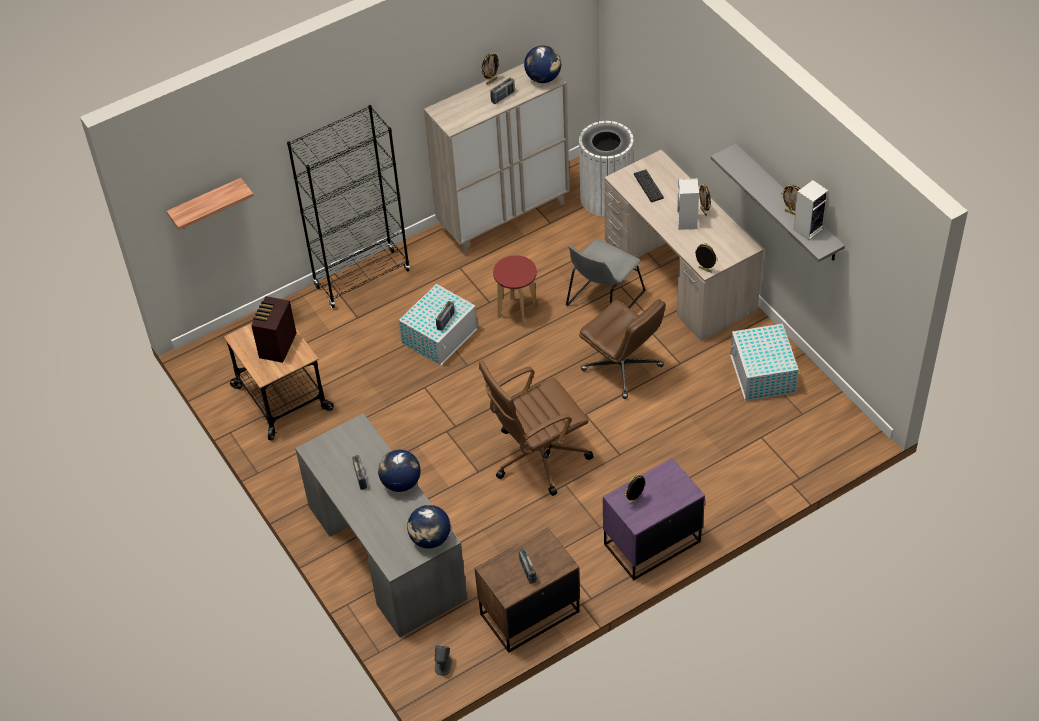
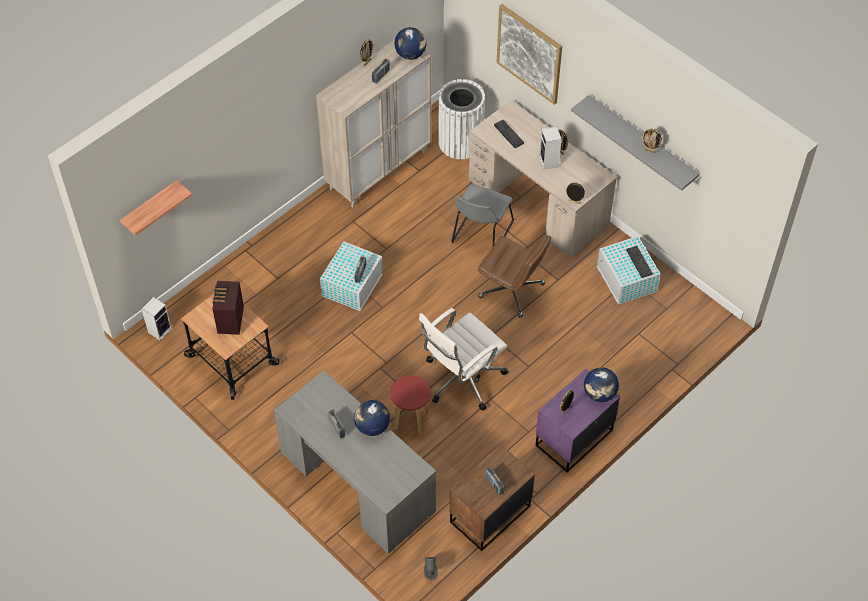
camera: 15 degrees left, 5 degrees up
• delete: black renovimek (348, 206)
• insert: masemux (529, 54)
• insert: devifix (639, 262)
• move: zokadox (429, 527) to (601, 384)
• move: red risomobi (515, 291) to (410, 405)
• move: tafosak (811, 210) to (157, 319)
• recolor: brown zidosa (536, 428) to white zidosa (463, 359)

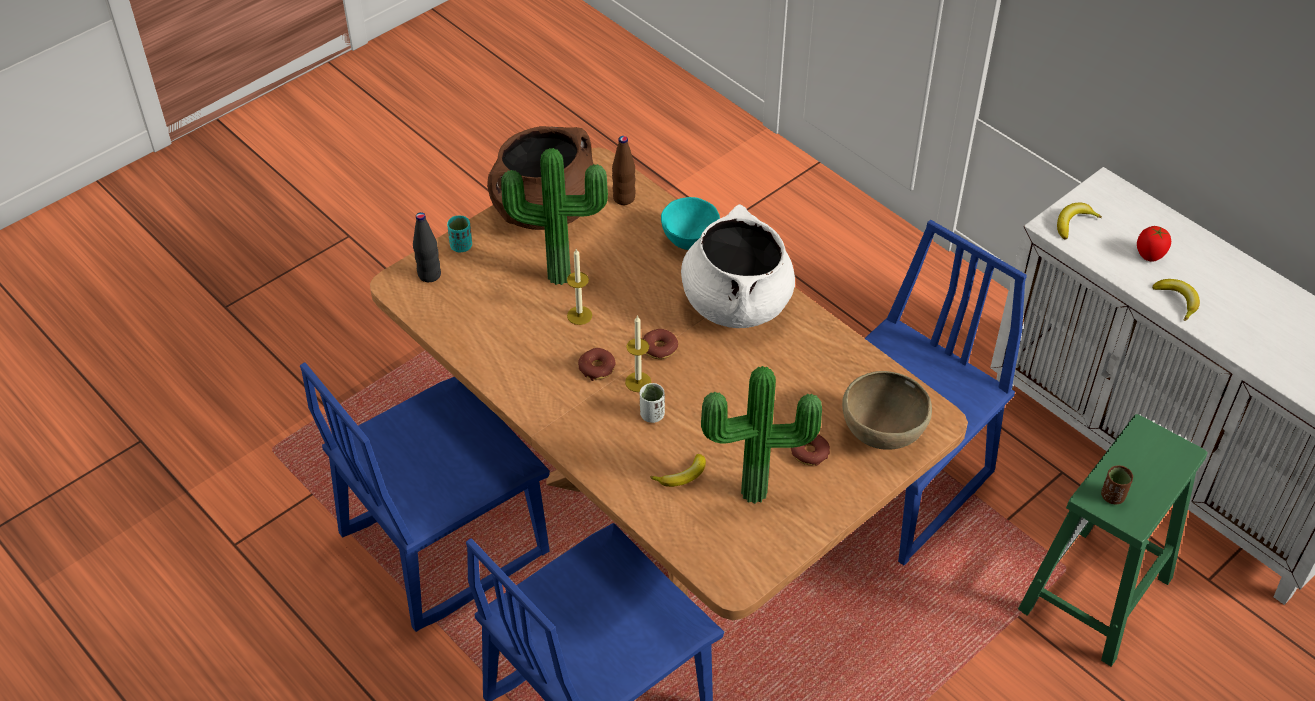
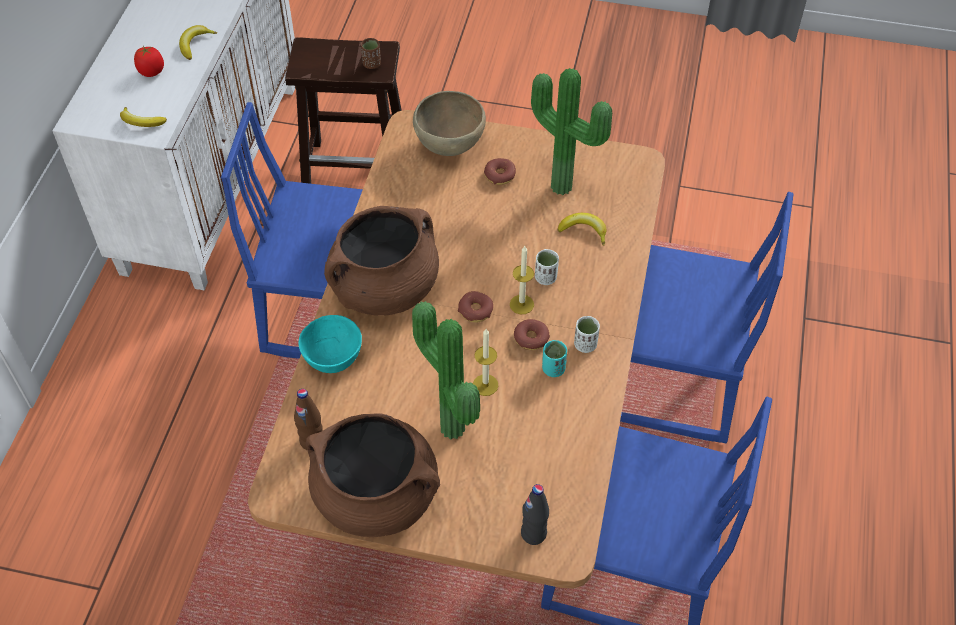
camera: 125 degrees left, 5 degrees up
• insert: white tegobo (587, 334)
• move: turquoise tegobo (459, 234) to (554, 358)
• recolor: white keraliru (738, 266) to brown keraliru (381, 261)
• recolor: green risomobi (1112, 540) to brown risomobi (343, 110)

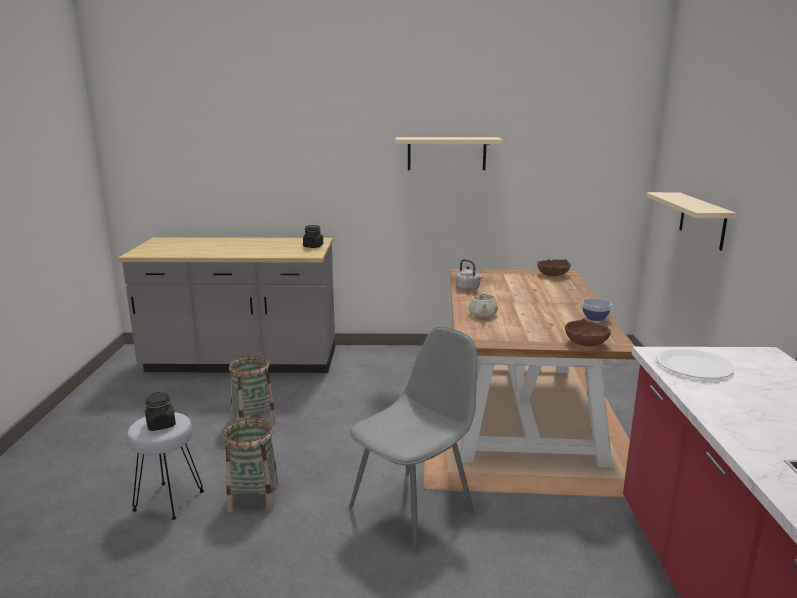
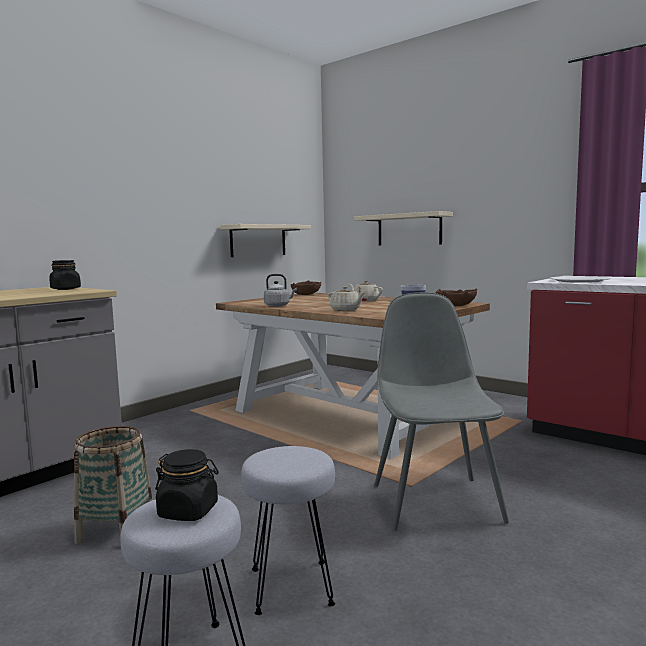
camera: 50 degrees left, 10 degrees down
• insert: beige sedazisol (366, 291)
• move: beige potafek (449, 153) to (265, 240)
• replace: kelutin (251, 465) to grey risomobi (288, 530)

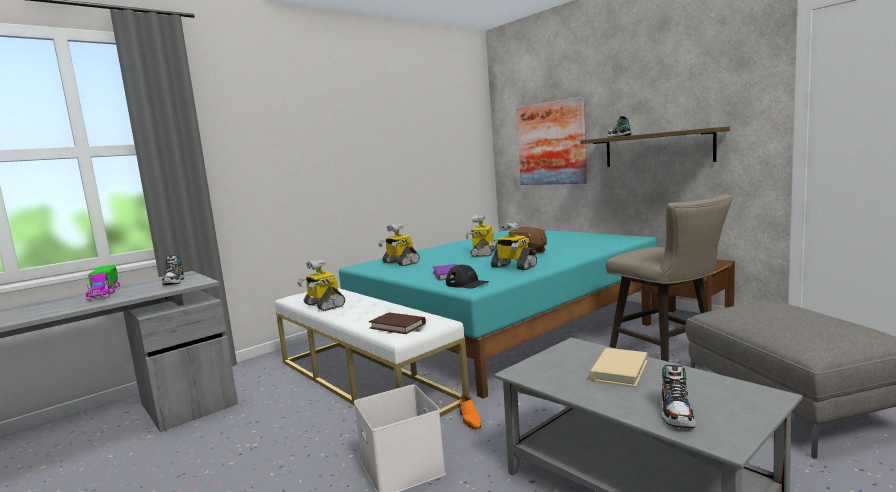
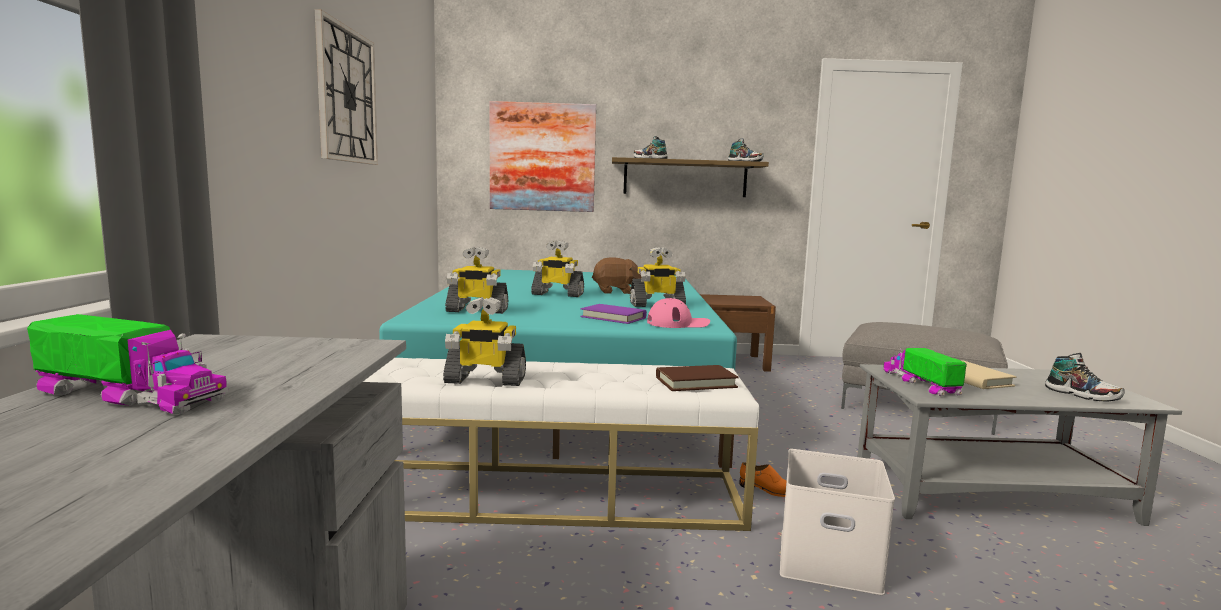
camera: 50 degrees left, 0 degrees up
• delete: beige risomobi (669, 278)
• insert: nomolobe (346, 87)
• insert: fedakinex (925, 372)
• move: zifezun (173, 270) to (746, 150)
• recolor: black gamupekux (468, 277) to pink gamupekux (678, 313)
• rotate: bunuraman (481, 236) = (557, 269) 45 degrees counterclockwise

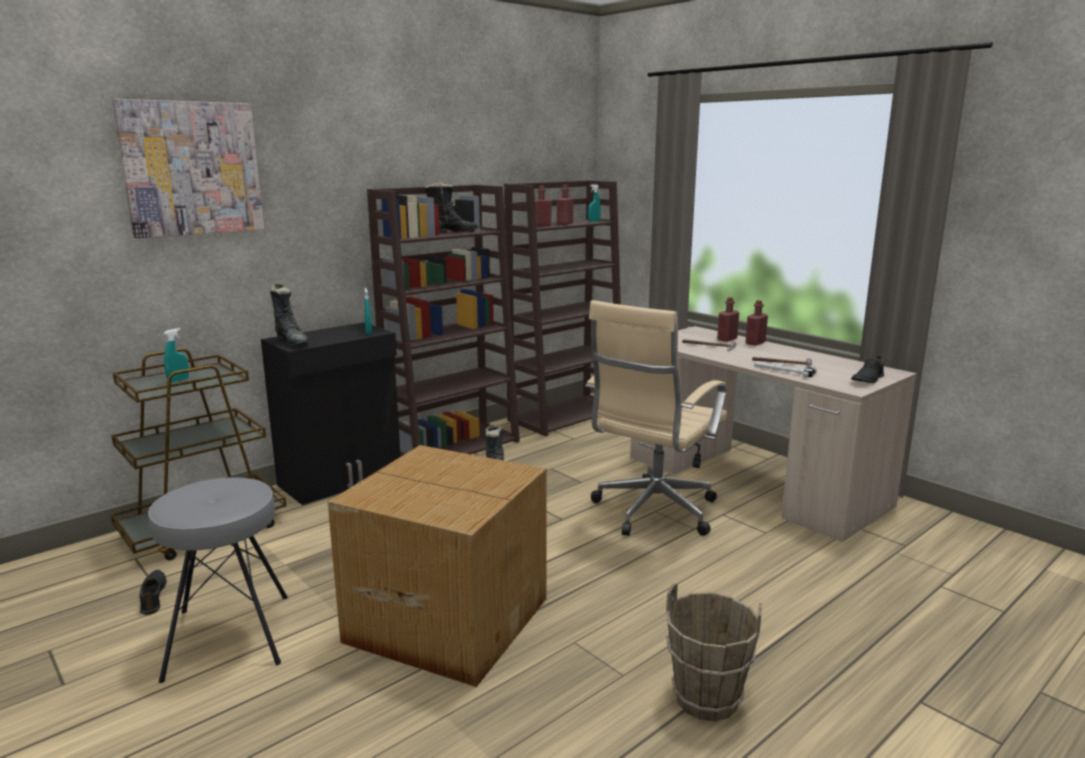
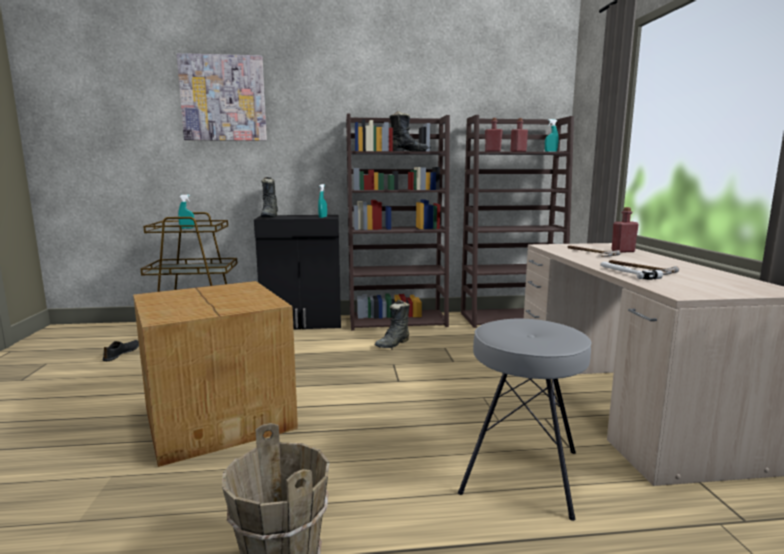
camera: 35 degrees right, 5 degrees down
• delete: beige zidosa (656, 418)
• delete: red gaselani (757, 323)
• delete: black zifezun (867, 369)
• move: grey risomobi (218, 580) to (525, 420)

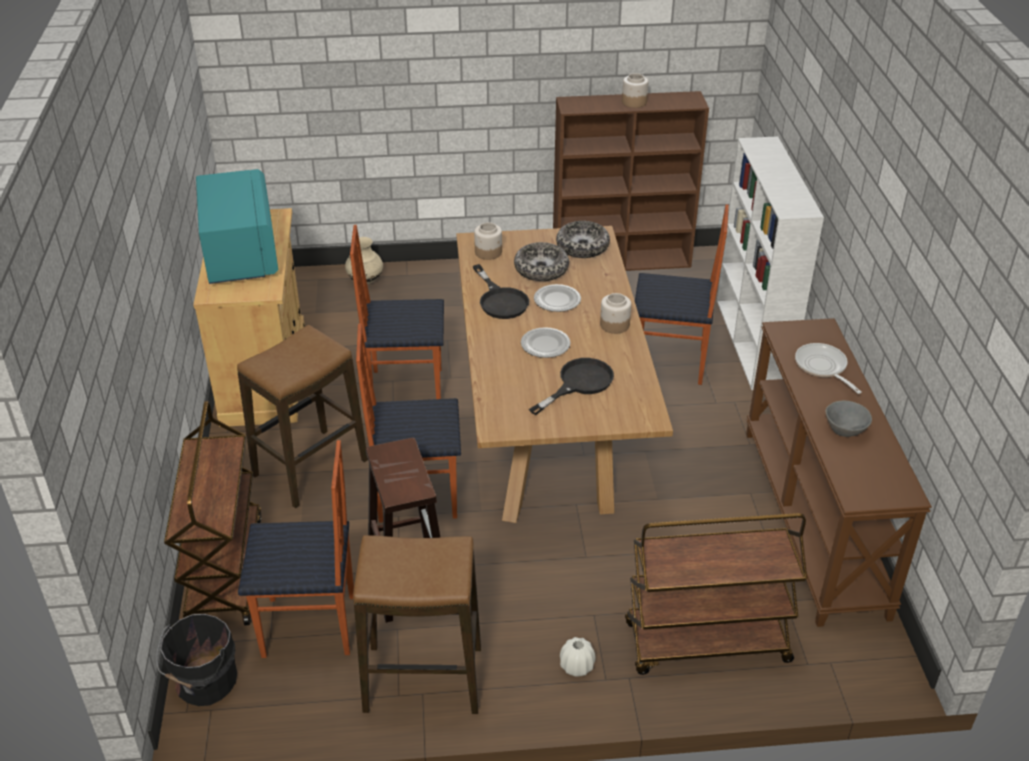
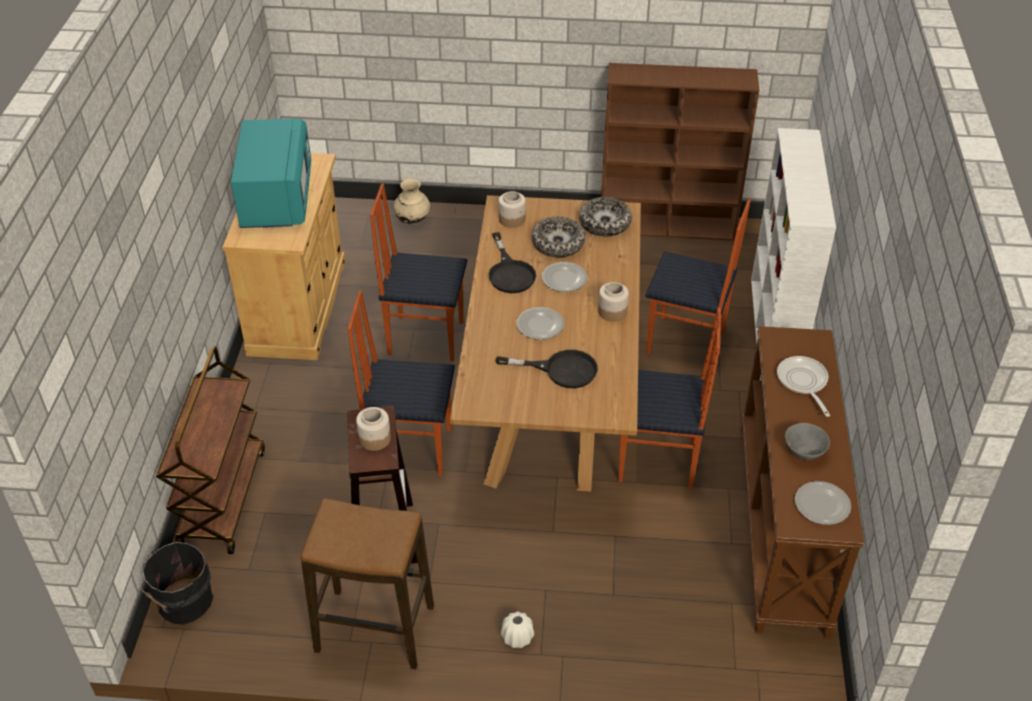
camera: 10 degrees right, 5 degrees up
• delete: risomobi (302, 416)
• delete: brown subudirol (716, 594)
• insert: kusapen (823, 503)
• move: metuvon (296, 549) to (669, 398)
• move: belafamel (635, 90) to (373, 429)
• rotate: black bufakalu (571, 386) = (547, 369) 45 degrees clockwise

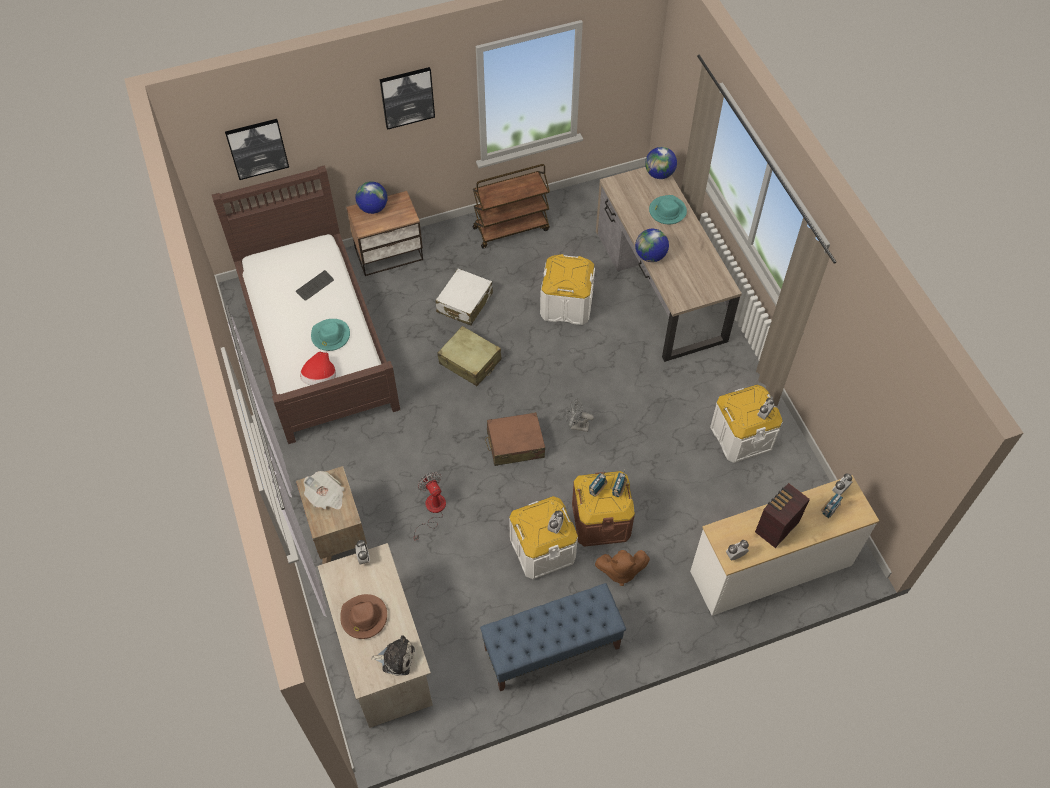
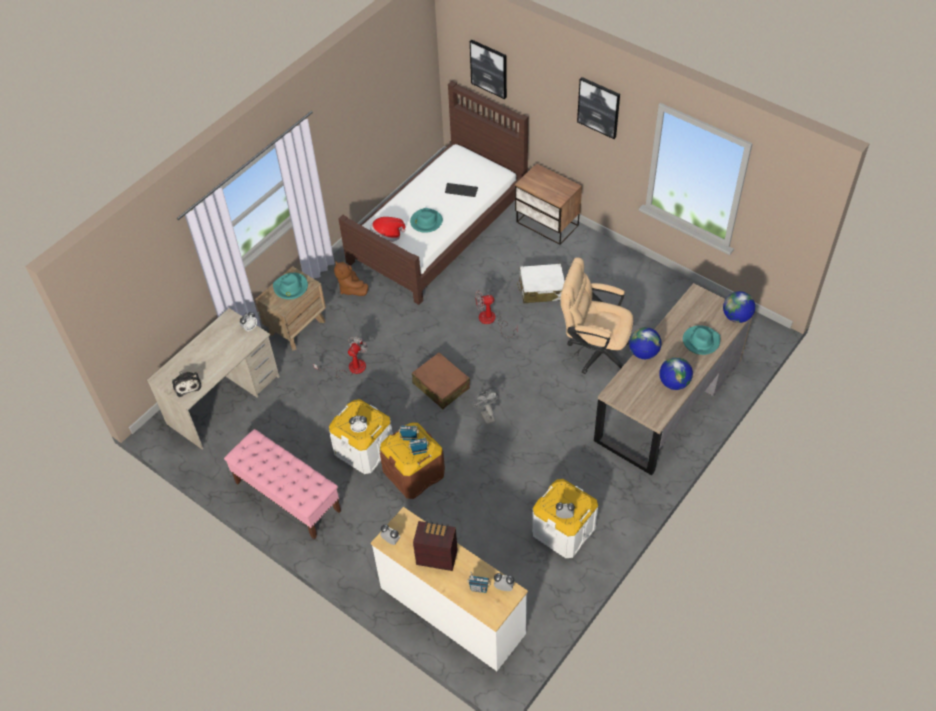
camera: 60 degrees right, 5 degrees down
• delete: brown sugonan (363, 616)
• delete: brown subudirol (511, 206)
• move: zokadox (371, 197) to (676, 373)
• move: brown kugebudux (622, 568) to (351, 278)
• replace: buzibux (324, 490) to turquoise sugonan (290, 286)
• replace: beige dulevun (469, 356) to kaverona (496, 314)
• replace: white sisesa (567, 289) to beige zidosa (597, 315)
• recolor: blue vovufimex (553, 637) to pink vovufimex (282, 484)

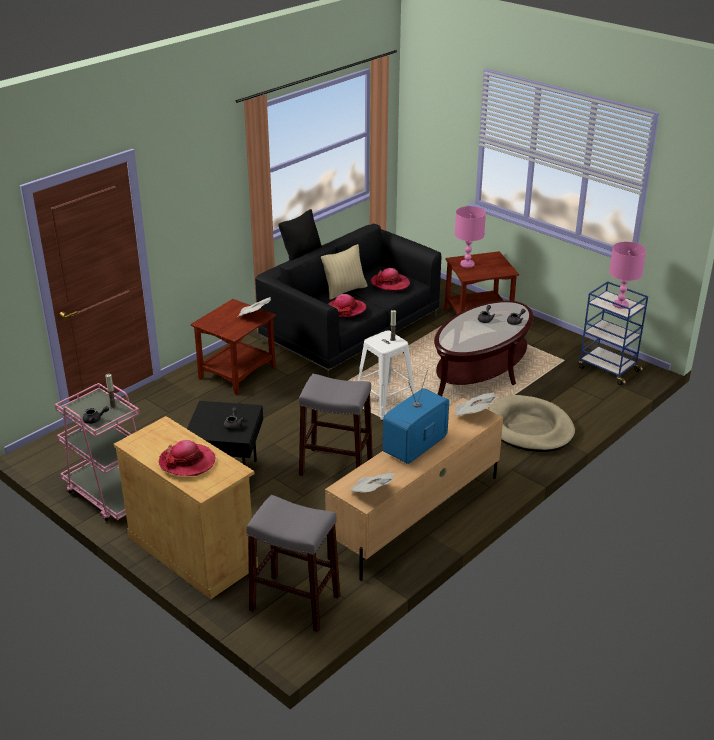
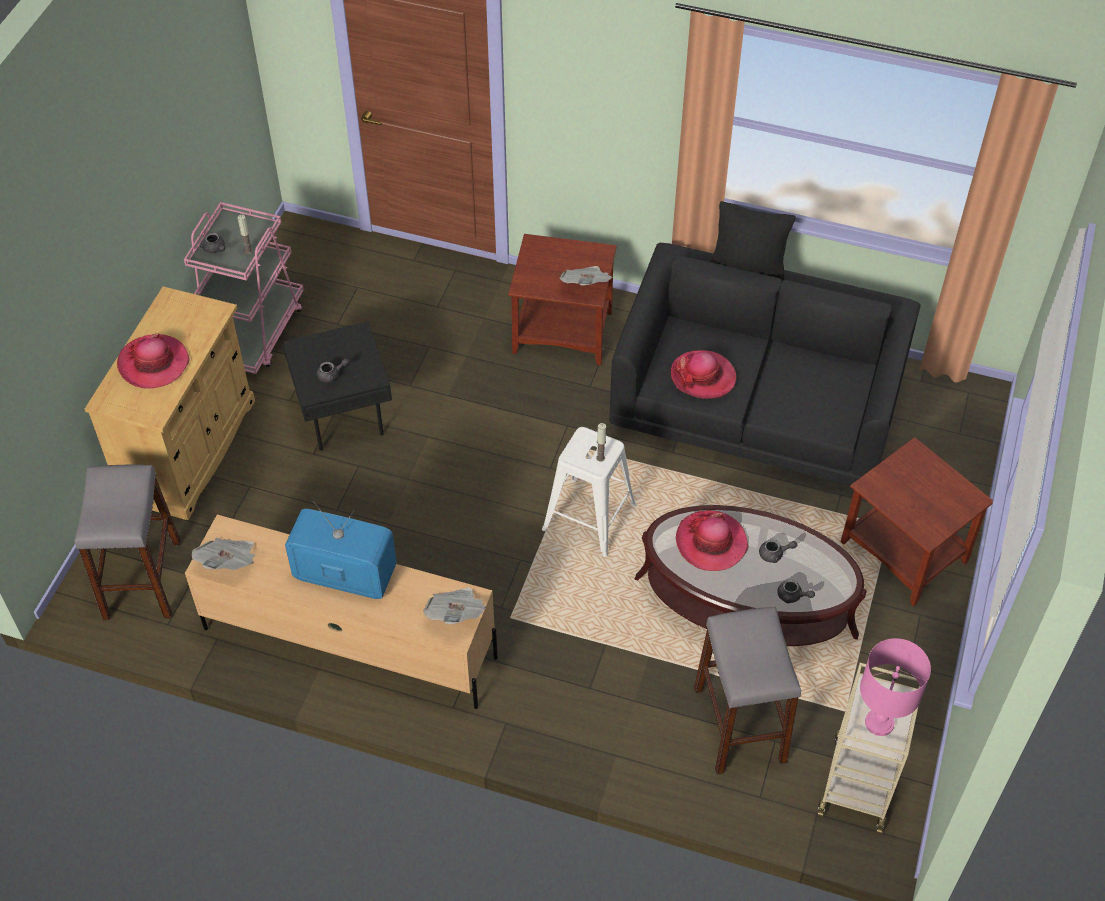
camera: 65 degrees right, 20 degrees up
• delete: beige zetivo (344, 272)
• delete: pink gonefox (470, 237)
• delete: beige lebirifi (531, 423)
• move: grey risomobi (336, 425) to (747, 690)
• move: sugonan (390, 279) to (712, 540)
• recolor: blue subudirol (613, 333) to beige subudirol (868, 749)

